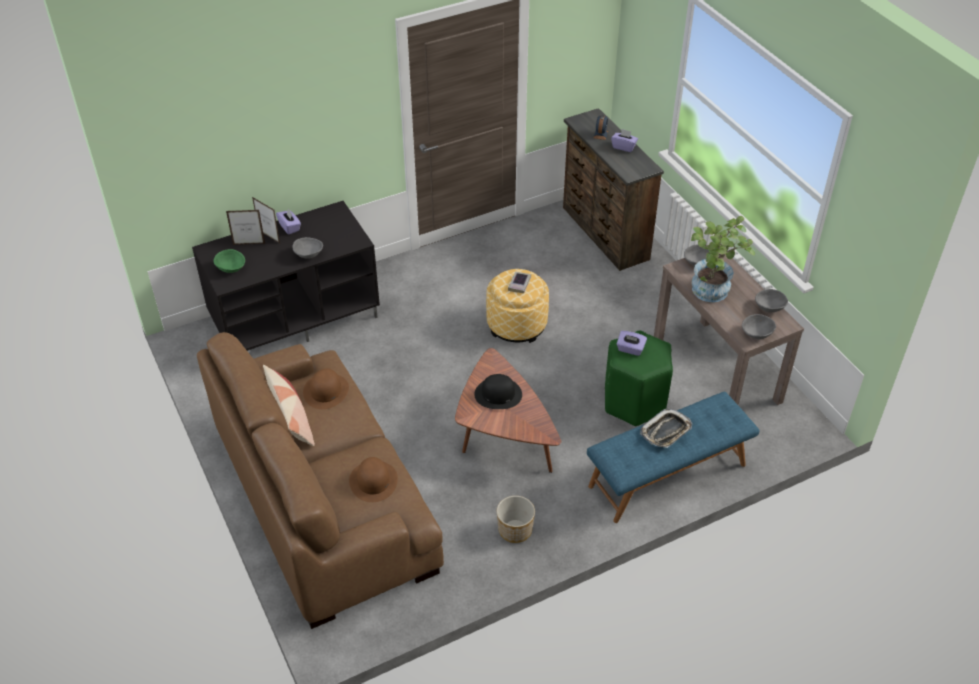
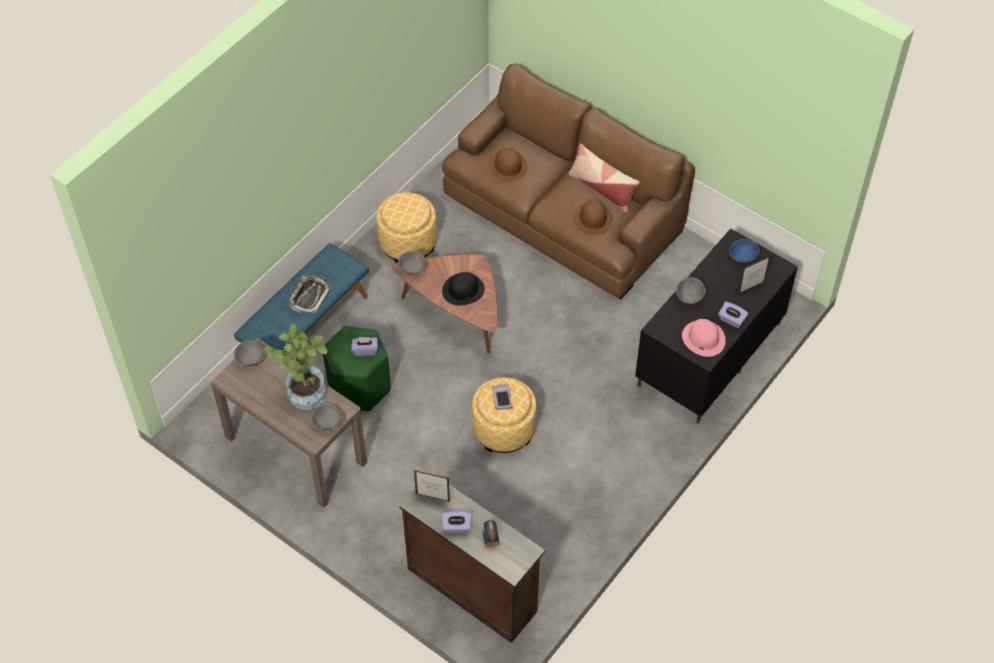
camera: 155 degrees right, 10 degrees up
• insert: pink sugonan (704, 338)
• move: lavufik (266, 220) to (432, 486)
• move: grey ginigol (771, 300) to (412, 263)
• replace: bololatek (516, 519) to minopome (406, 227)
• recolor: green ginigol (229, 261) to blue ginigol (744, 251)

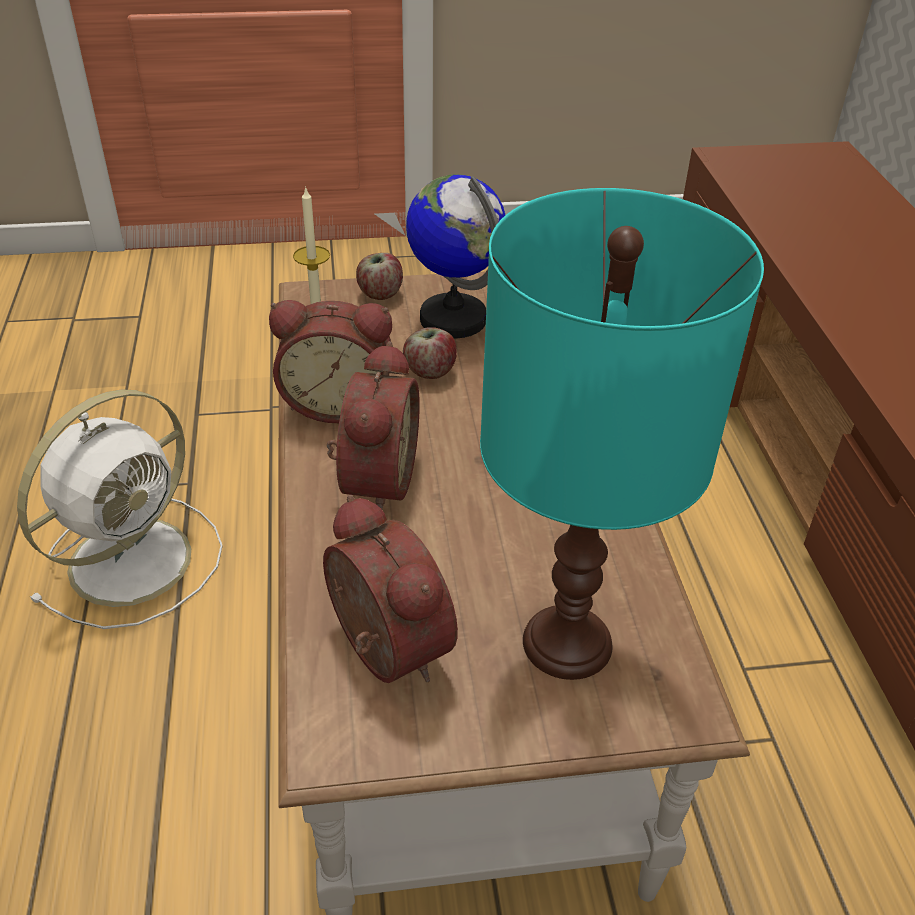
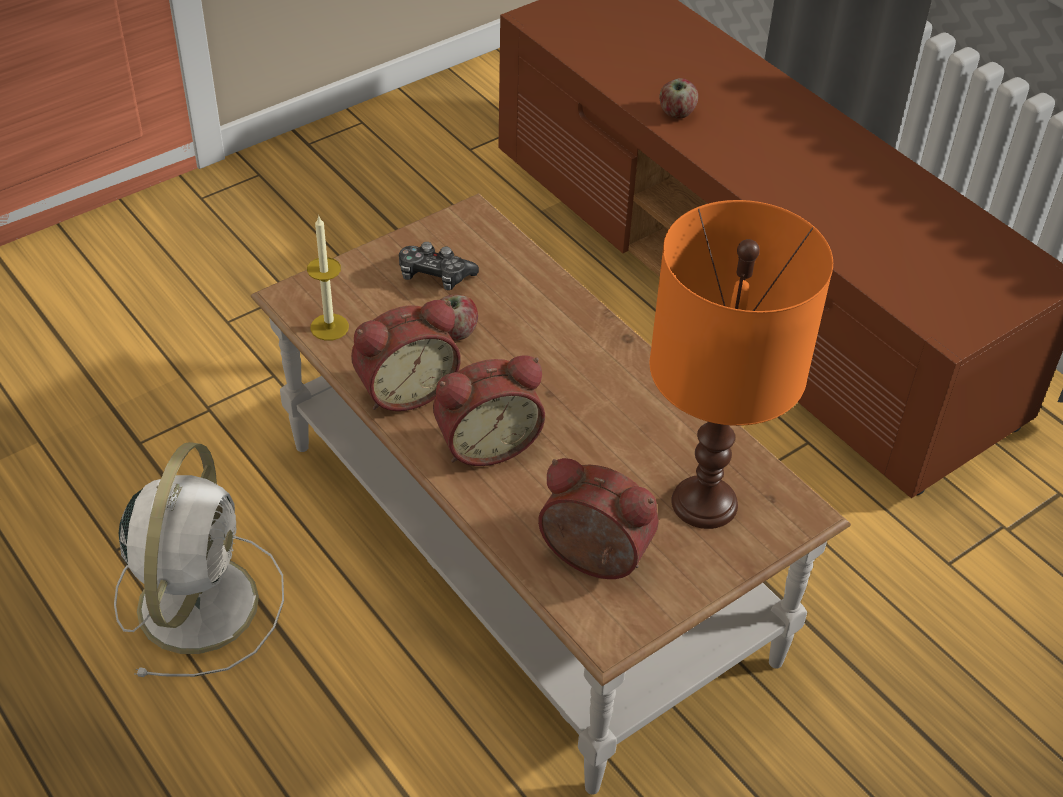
camera: 30 degrees left, 5 degrees up
• move: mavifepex (379, 276) to (678, 98)
• replace: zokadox (455, 256) to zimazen (439, 266)
• recolor: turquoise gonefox (622, 434) to orange gonefox (741, 364)
• rotate: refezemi (373, 425) = (489, 410) 90 degrees clockwise

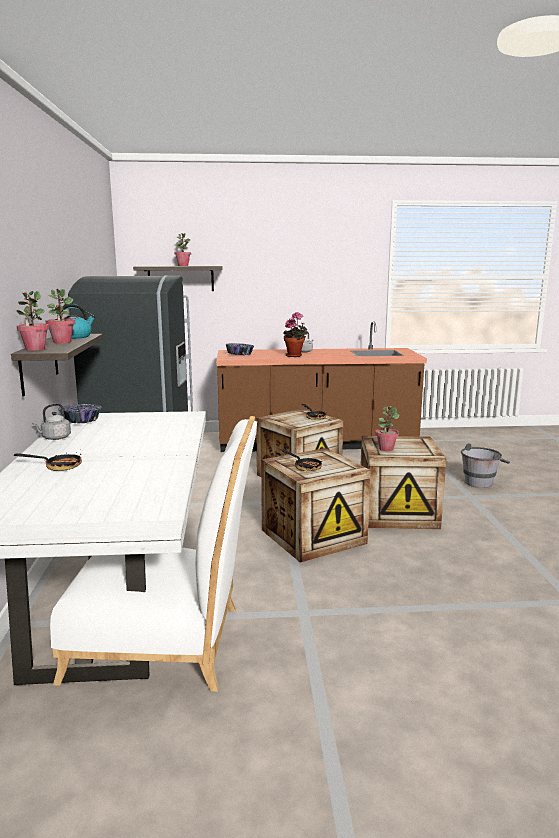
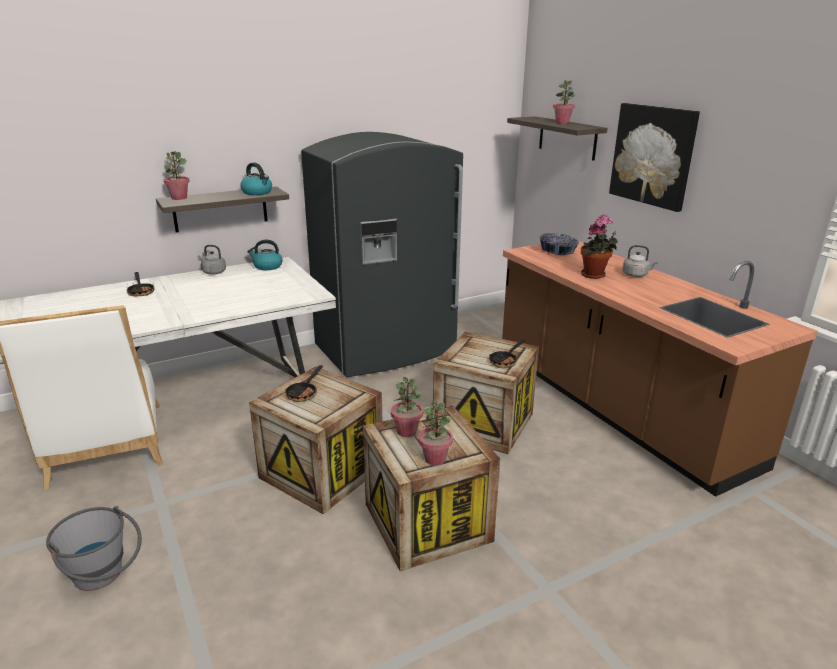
camera: 65 degrees right, 10 degrees up
• insert: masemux (654, 157)
• move: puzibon (60, 316) to (435, 433)
• move: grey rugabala (485, 465) to (94, 548)
• replace: ginigol (80, 414) to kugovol (264, 255)

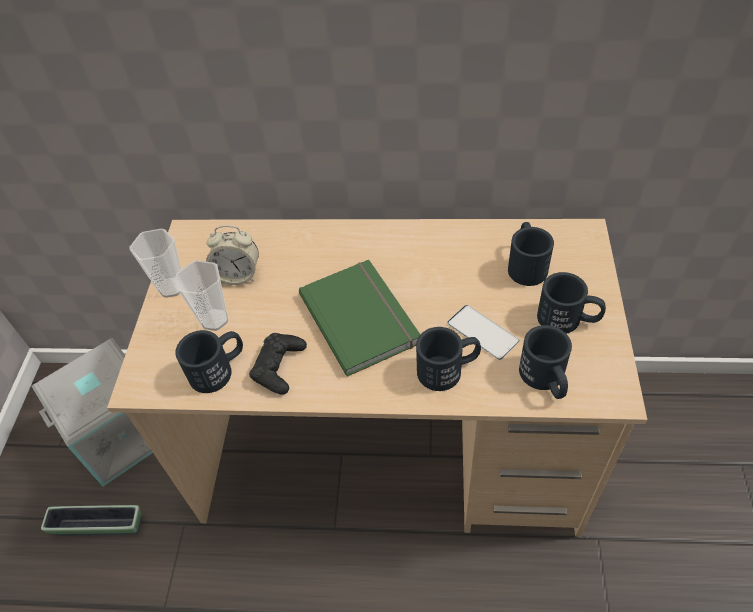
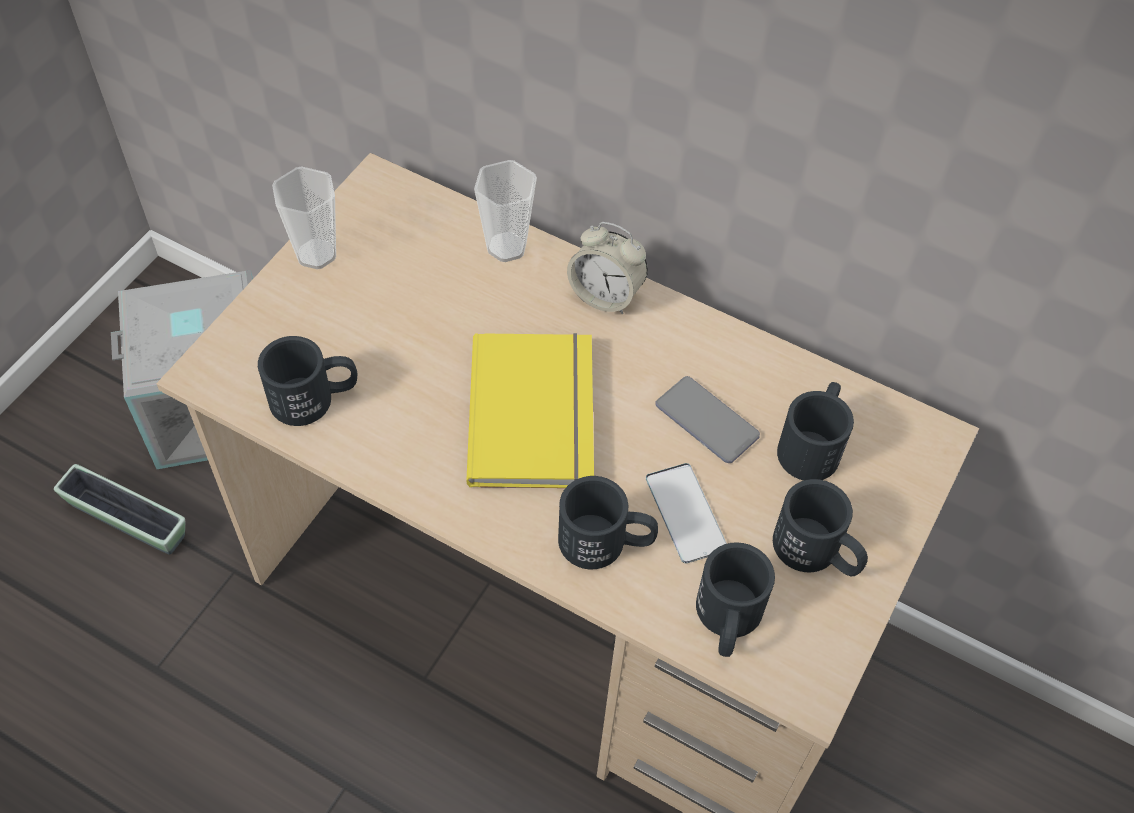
camera: 20 degrees right, 5 degrees up
• delete: black zimazen (278, 364)
• insert: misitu (707, 419)
• move: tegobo (202, 295) to (505, 211)
• move: refezemi (232, 255) to (607, 268)
• recolor: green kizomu (360, 318) to yellow kizomu (530, 410)

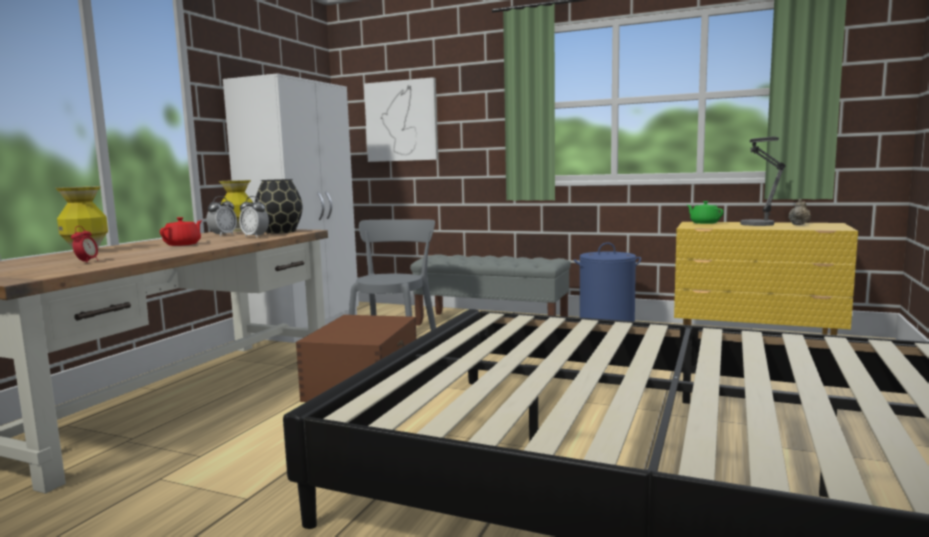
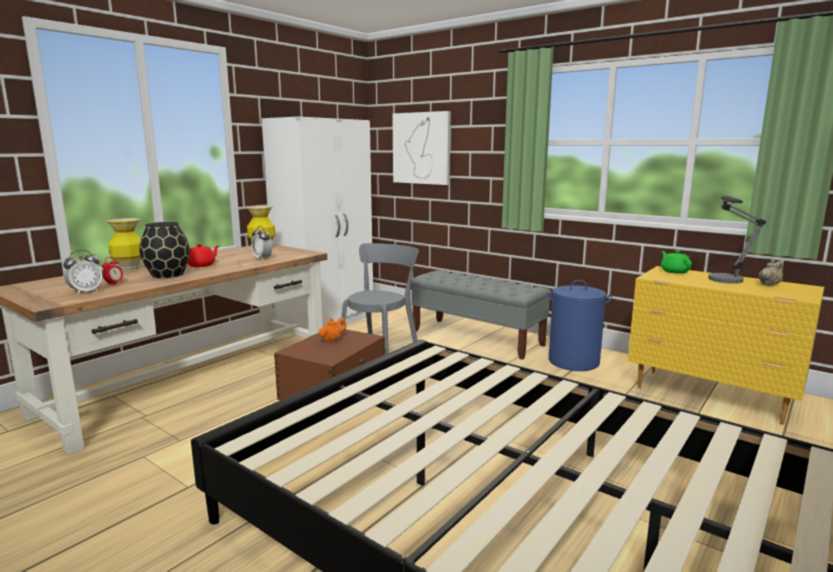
camera: 15 degrees right, 5 degrees up
• insert: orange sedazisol (332, 330)
• move: refezemi (221, 216) to (82, 272)
• move: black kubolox (278, 206) to (165, 250)

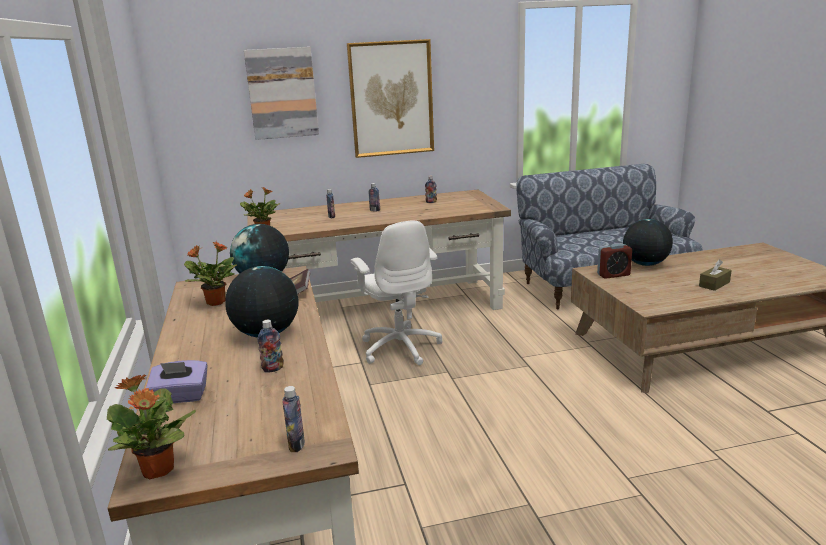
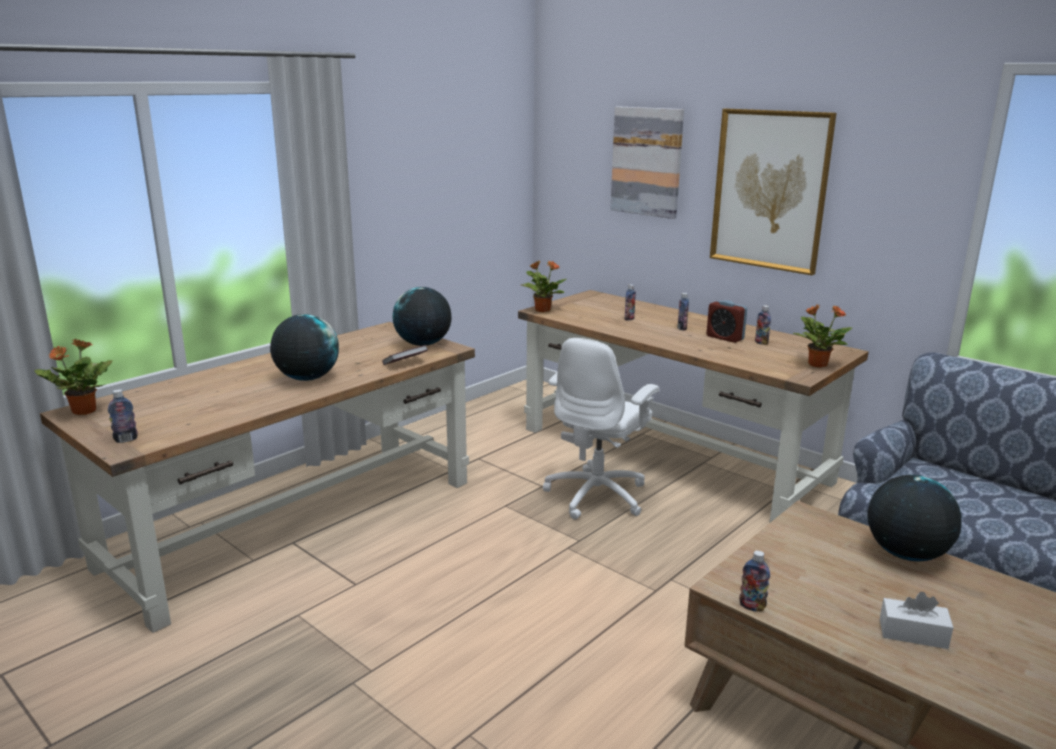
camera: 55 degrees right, 0 degrees up
• delete: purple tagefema (177, 381)
• move: puzibon (210, 274) to (823, 336)
• move: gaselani (271, 346) to (754, 581)
• move: refezemi (614, 261) to (726, 321)
• recolor: brown tagefema (715, 275) to white tagefema (917, 620)

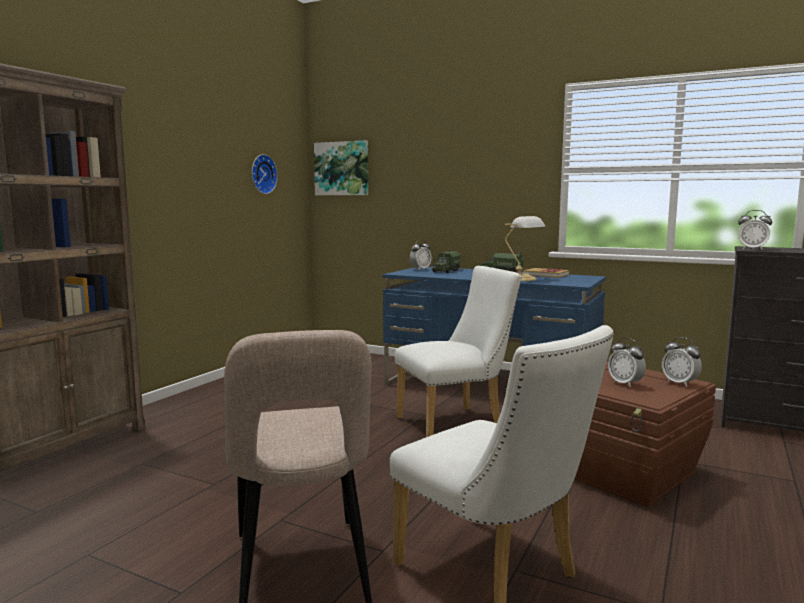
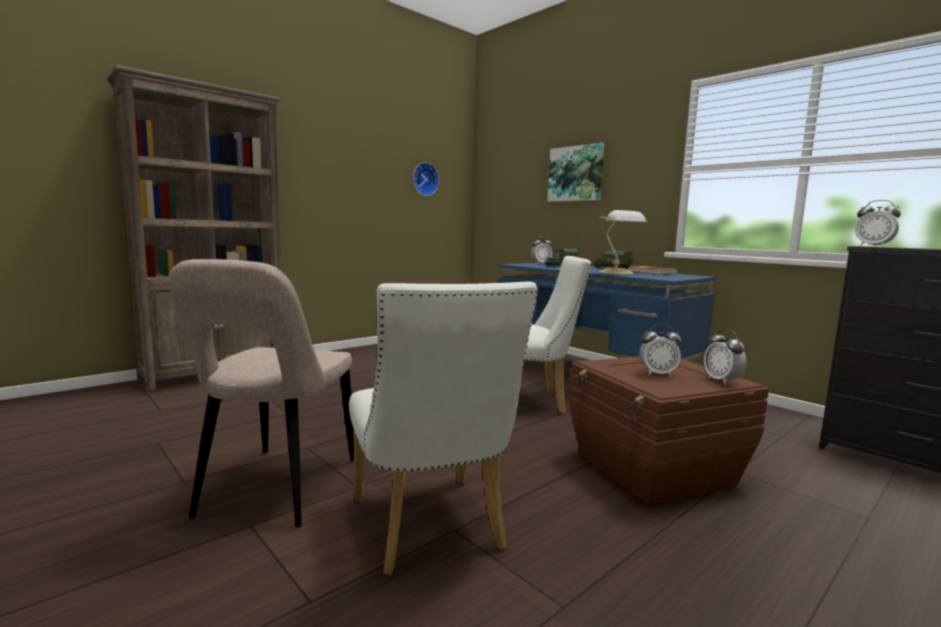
camera: 20 degrees right, 0 degrees up
• move: masemux (341, 167) to (575, 172)
• rotate: refezemi (627, 362) = (660, 351) 75 degrees counterclockwise

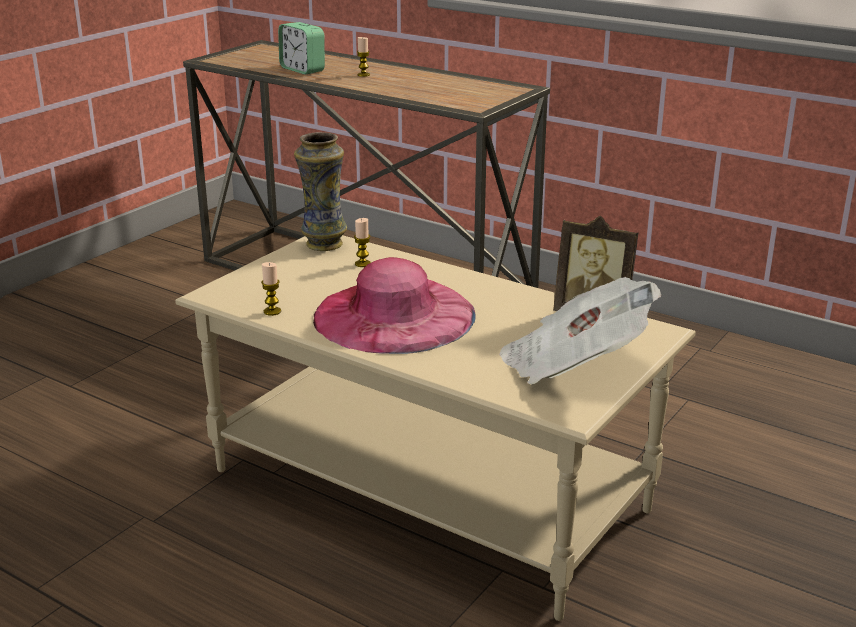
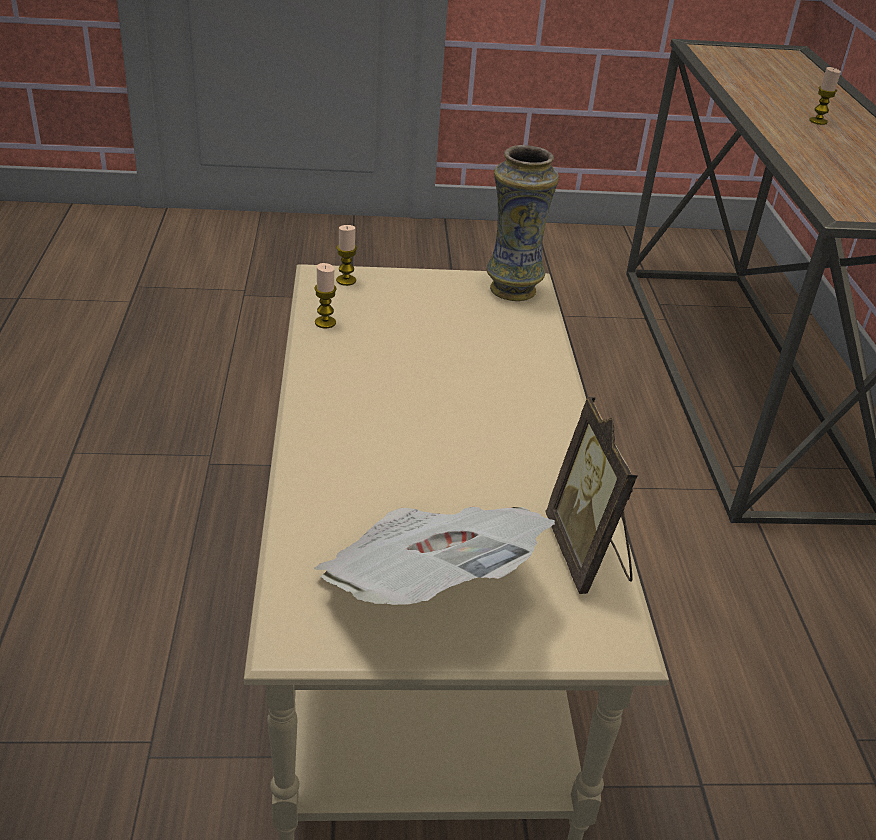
camera: 50 degrees right, 10 degrees up
• delete: refezemi (301, 48)
• delete: pink sugonan (394, 305)
• move: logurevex (362, 242) to (346, 255)

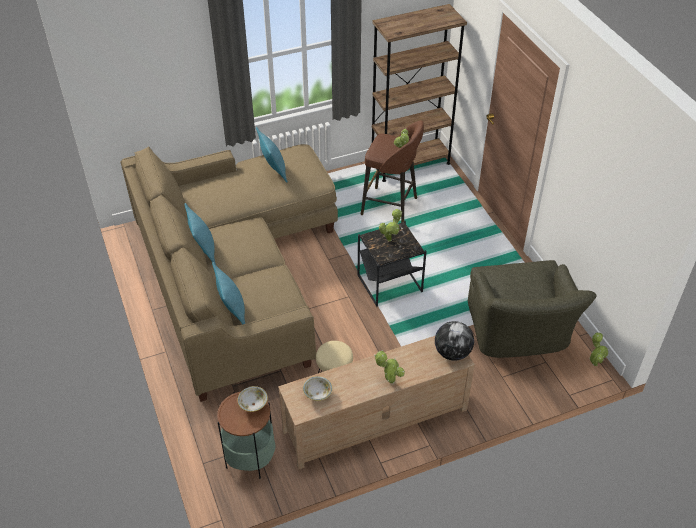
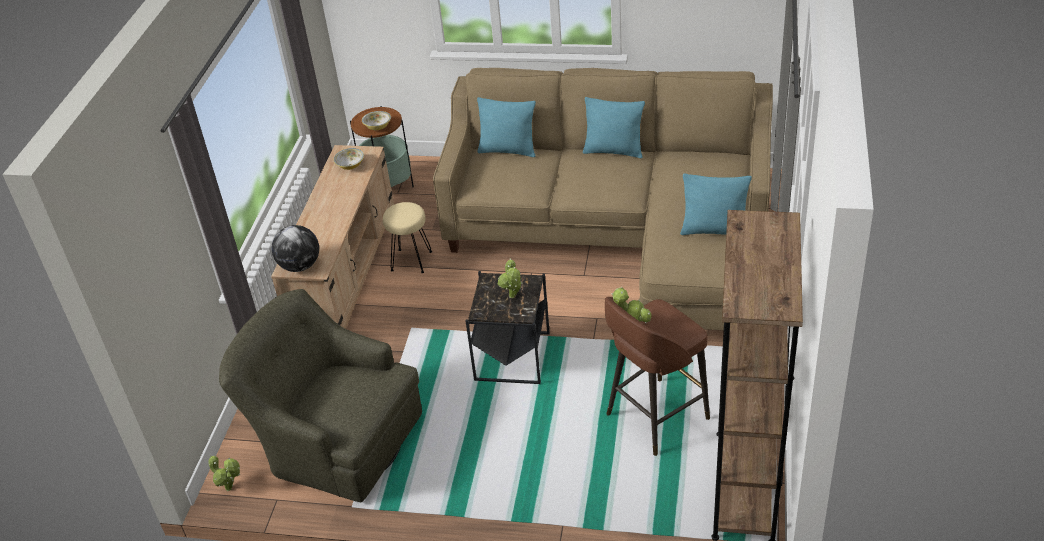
camera: 125 degrees right, 5 degrees down
• delete: puzibon (389, 367)

